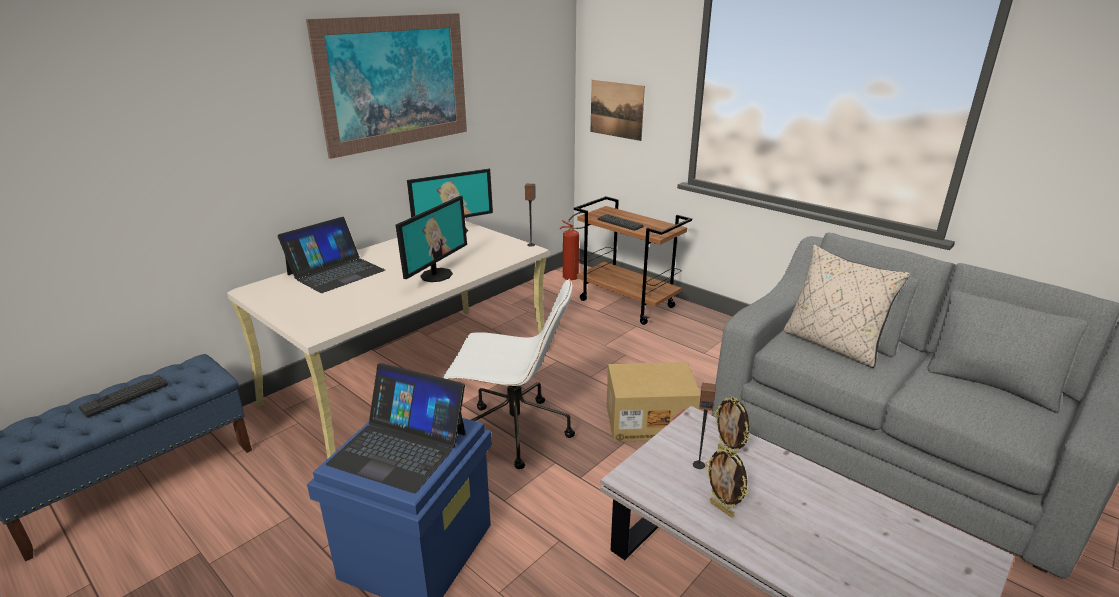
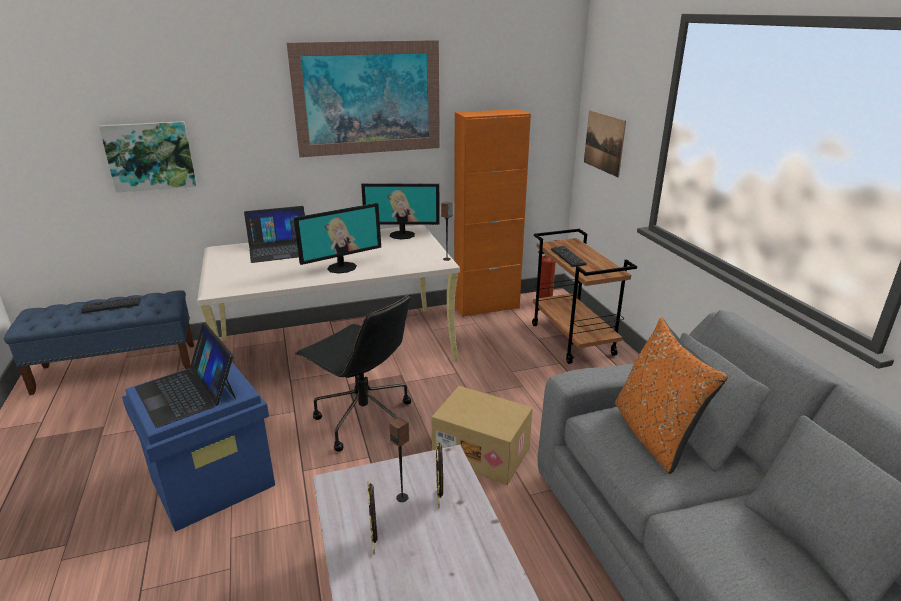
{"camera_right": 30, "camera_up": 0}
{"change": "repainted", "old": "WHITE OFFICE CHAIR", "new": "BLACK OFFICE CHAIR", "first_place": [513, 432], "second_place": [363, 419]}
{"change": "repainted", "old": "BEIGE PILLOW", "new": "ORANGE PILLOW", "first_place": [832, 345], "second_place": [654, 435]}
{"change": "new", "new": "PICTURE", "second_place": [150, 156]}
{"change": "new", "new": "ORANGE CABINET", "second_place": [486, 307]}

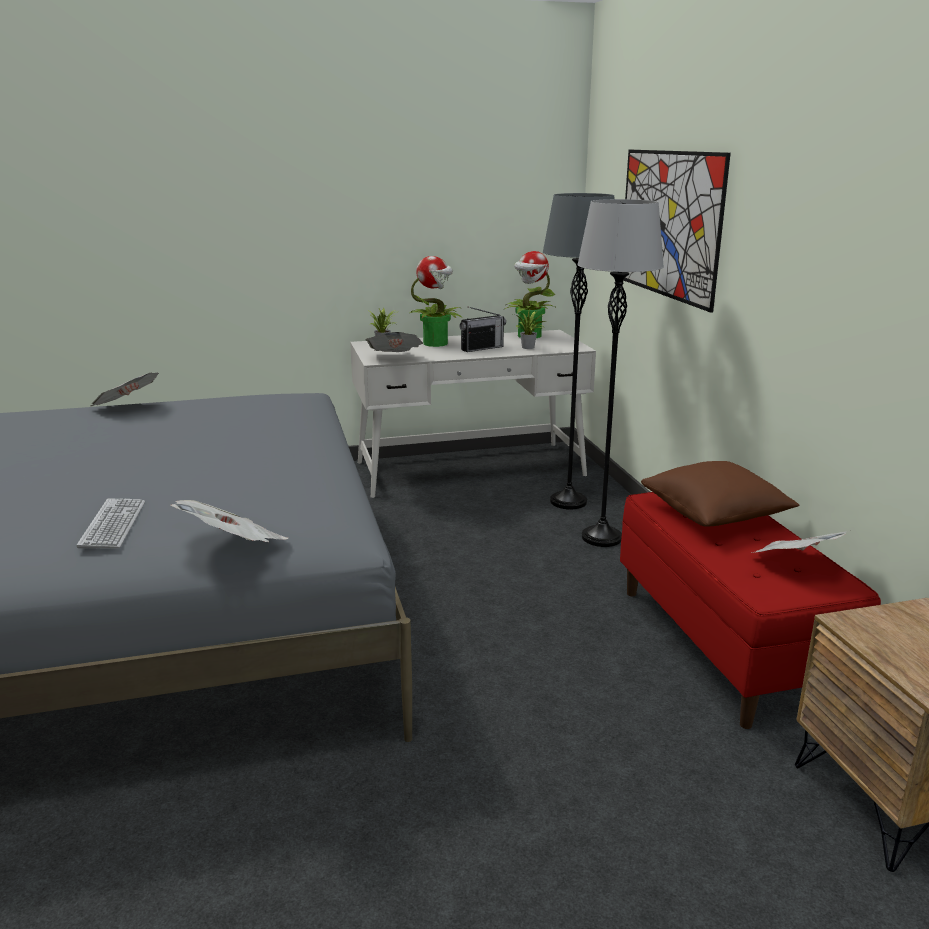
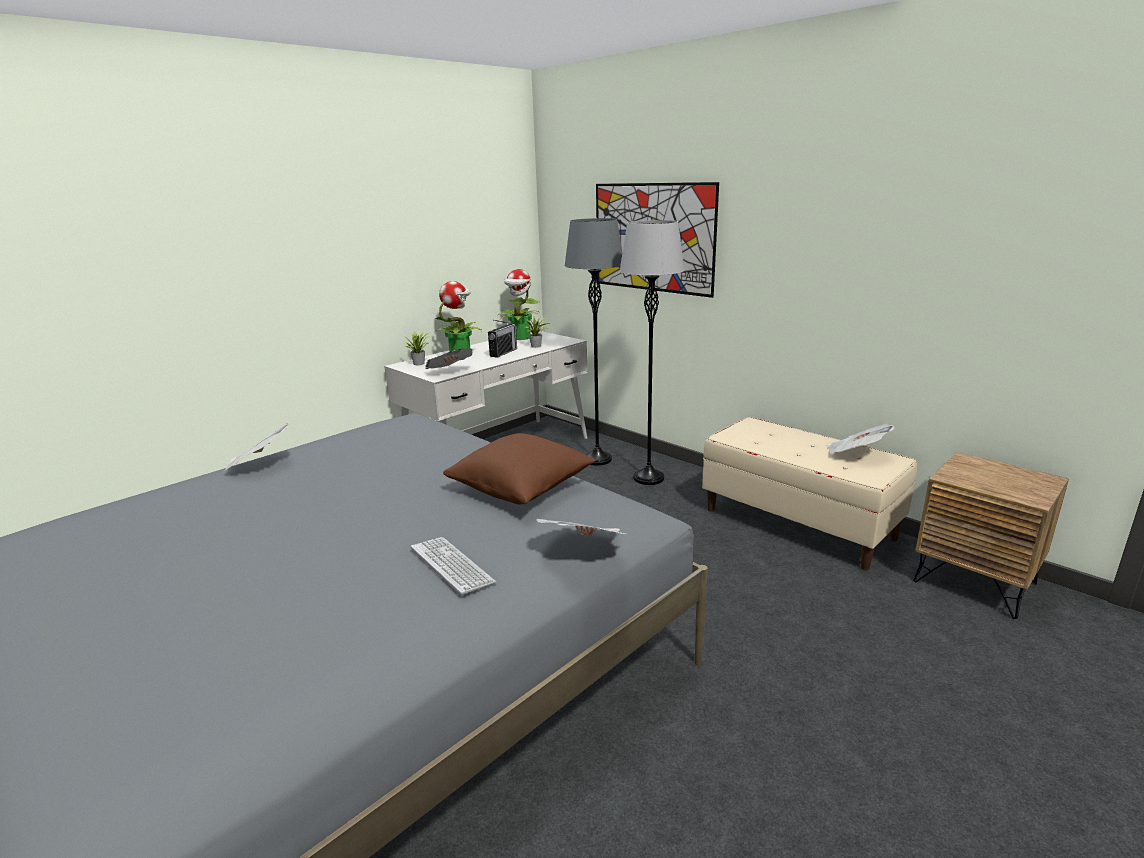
{"camera_right": -30, "camera_up": 0}
{"change": "repainted", "old": "RED BENCH", "new": "BEIGE BENCH", "first_place": [725, 644], "second_place": [798, 523]}
{"change": "shifted", "old": "BROWN PILLOW", "first_place": [715, 515], "second_place": [522, 488]}

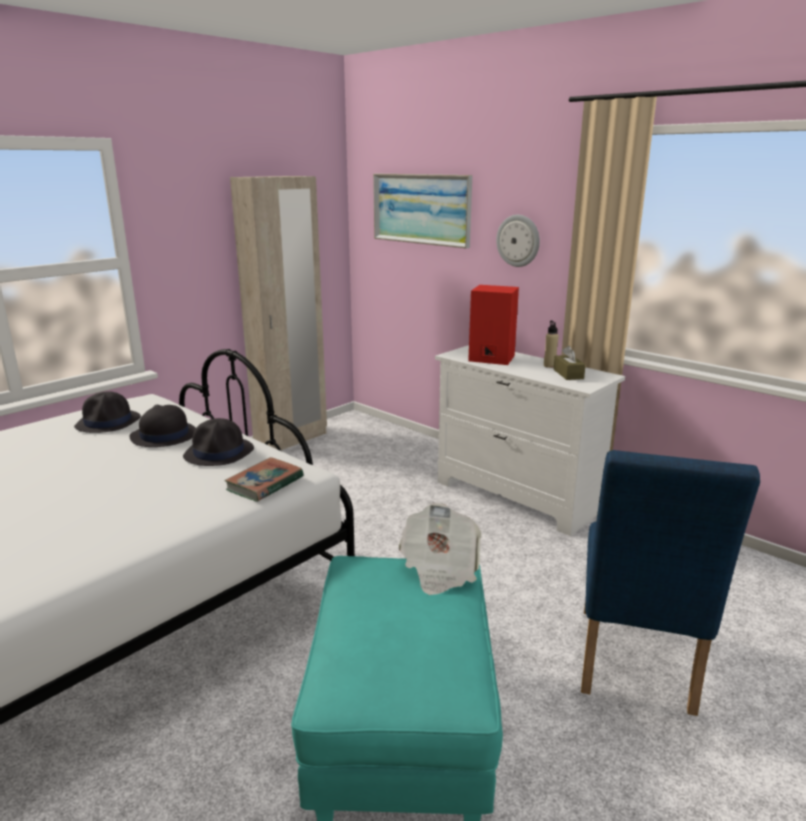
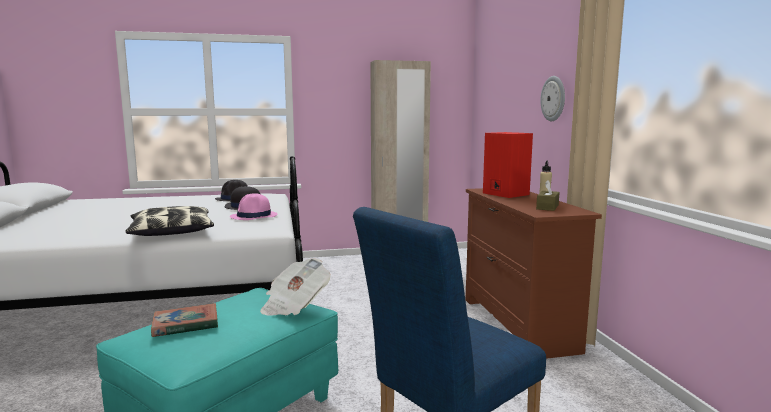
{"camera_right": 35, "camera_up": -10}
{"change": "repainted", "old": "BLACK HAT", "new": "PINK HAT", "first_place": [219, 453], "second_place": [254, 216]}
{"change": "shifted", "old": "BOOK", "first_place": [265, 484], "second_place": [186, 324]}
{"change": "gone", "old": "PICTURE", "first_place": [421, 209]}
{"change": "repainted", "old": "WHITE DRESSER", "new": "BROWN DRESSER", "first_place": [517, 496], "second_place": [517, 324]}
{"change": "new", "new": "PILLOW", "second_place": [171, 232]}

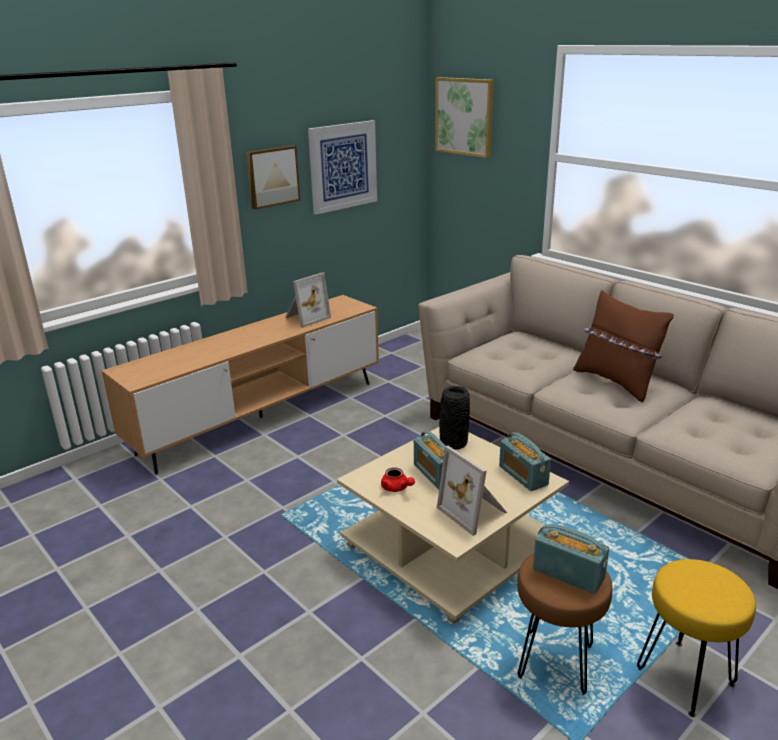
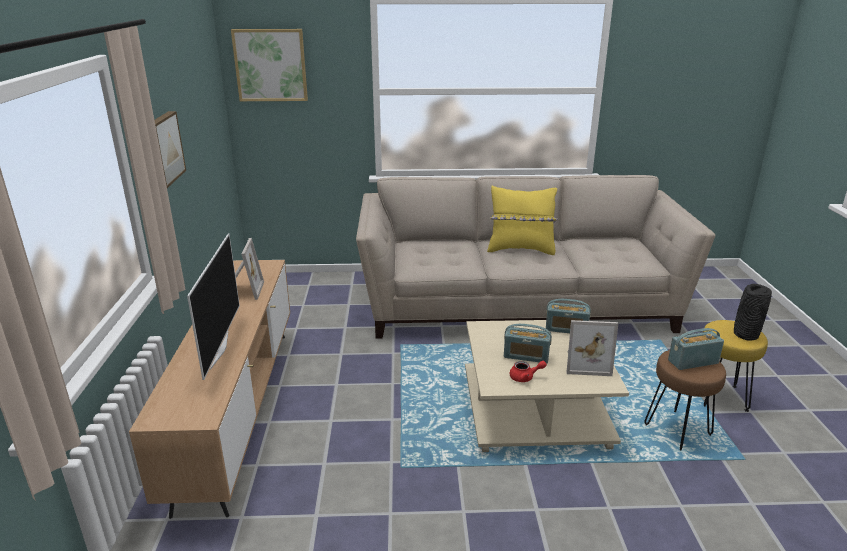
{"camera_right": -50, "camera_up": 0}
{"change": "gone", "old": "PICTURE", "first_place": [343, 166]}
{"change": "shifted", "old": "BLACK VASE", "first_place": [453, 443], "second_place": [745, 335]}
{"change": "repainted", "old": "BROWN PILLOW", "new": "YELLOW PILLOW", "first_place": [616, 382], "second_place": [520, 249]}
{"change": "new", "new": "TELEVISION", "second_place": [218, 349]}

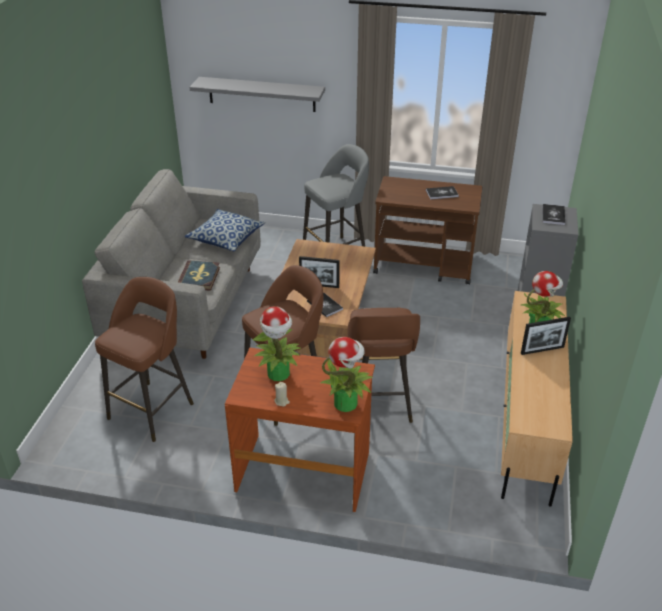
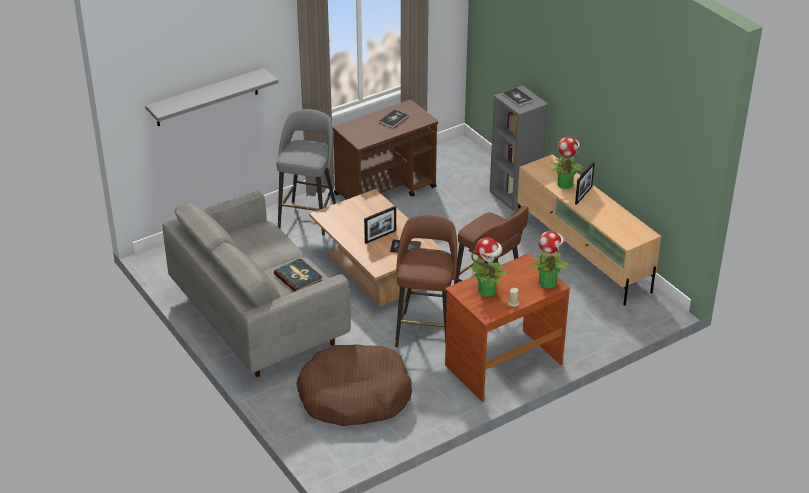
{"camera_right": -45, "camera_up": 0}
{"change": "swapped", "old": "BROWN STOOL", "new": "BROWN DOG BED", "first_place": [153, 409], "second_place": [354, 396]}
{"change": "gone", "old": "PILLOW", "first_place": [226, 238]}

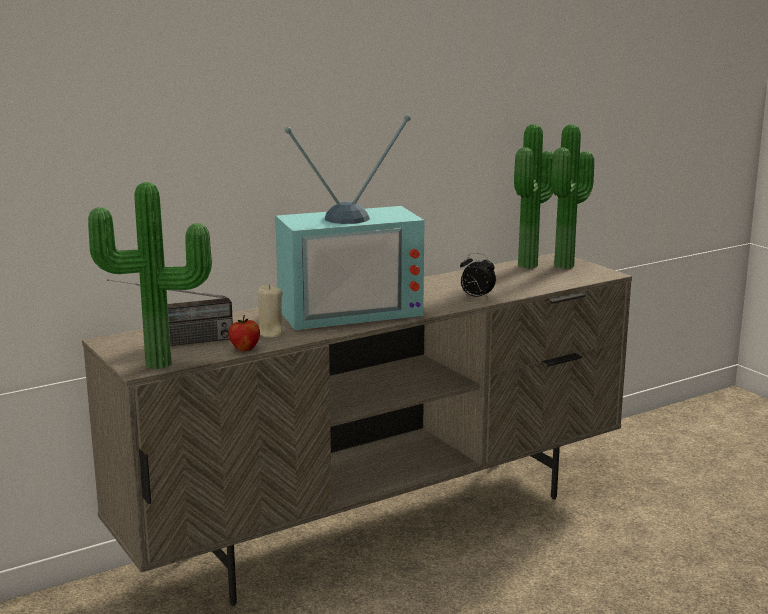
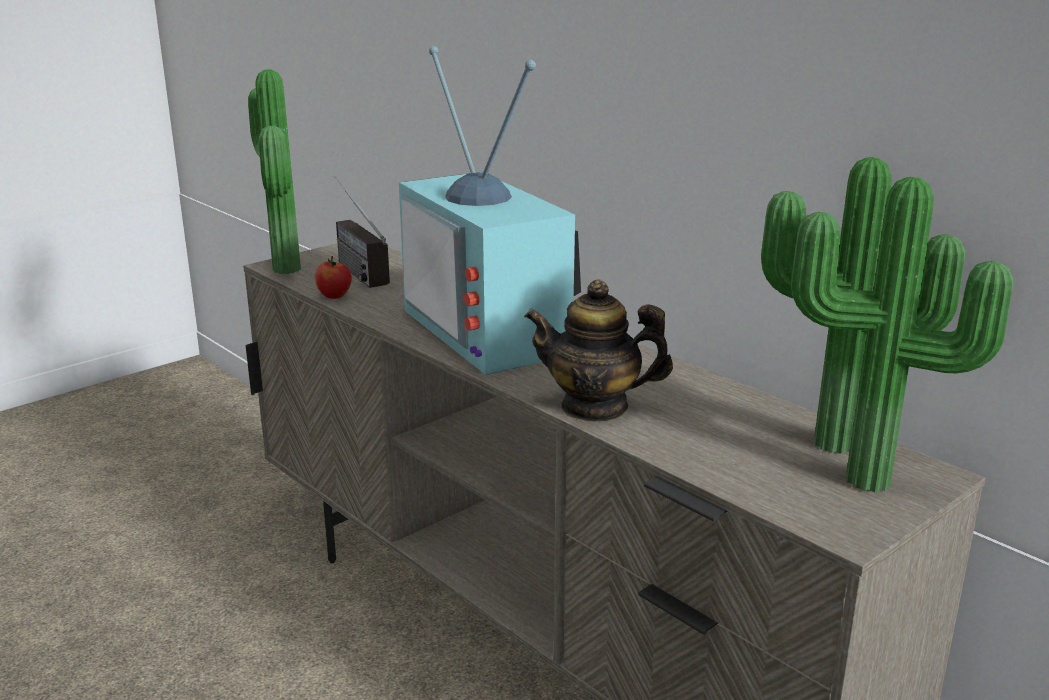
{"camera_right": 80, "camera_up": 5}
{"change": "gone", "old": "BEIGE CANDLE", "first_place": [270, 333]}
{"change": "swapped", "old": "ALARM CLOCK", "new": "TEAPOT", "first_place": [476, 297], "second_place": [595, 407]}

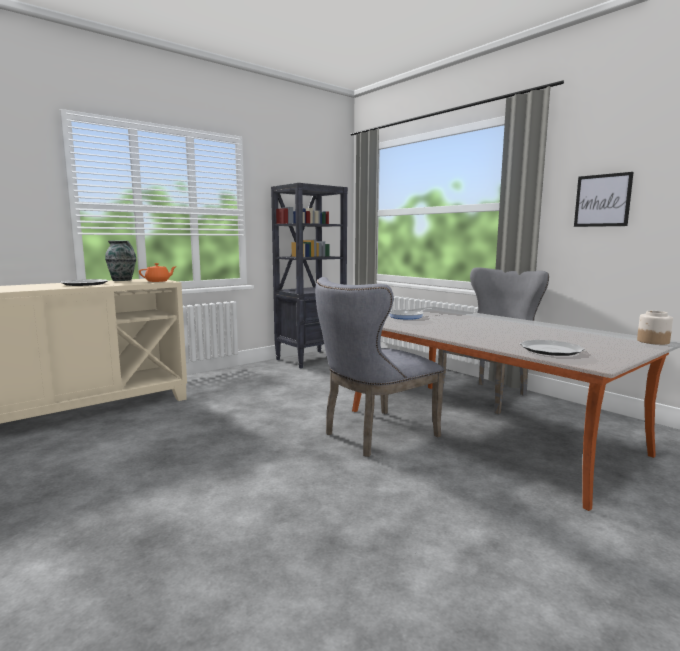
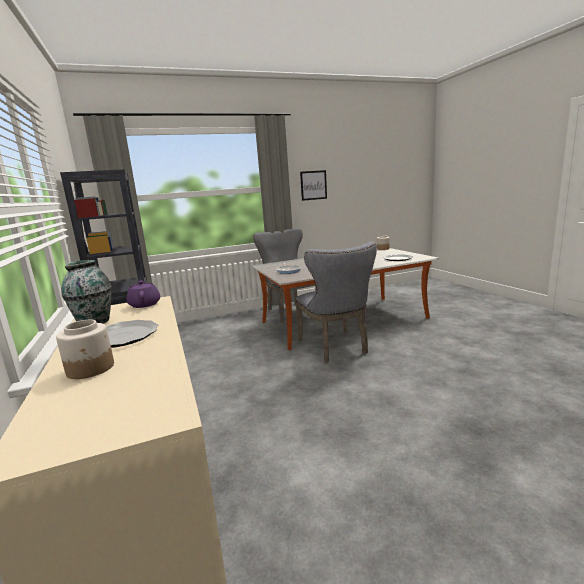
{"camera_right": -70, "camera_up": 5}
{"change": "repainted", "old": "ORANGE TEAPOT", "new": "PURPLE TEAPOT", "first_place": [158, 281], "second_place": [145, 304]}
{"change": "new", "new": "JAR", "second_place": [91, 369]}

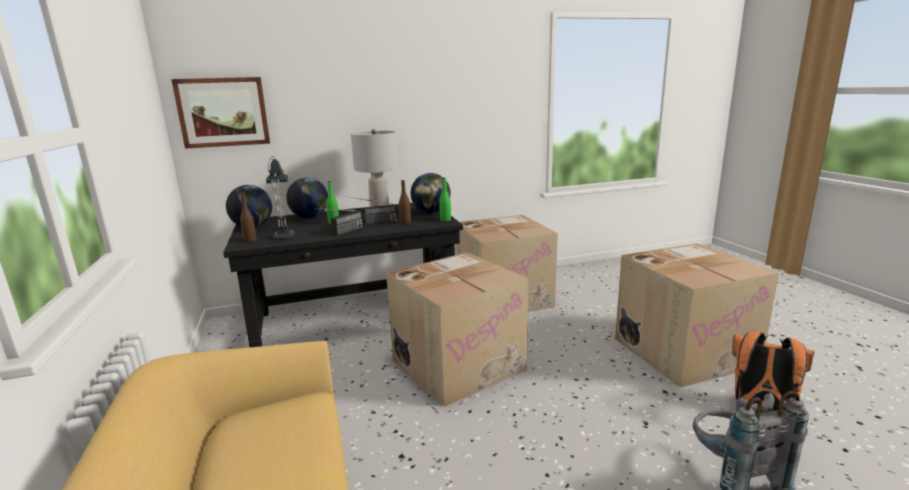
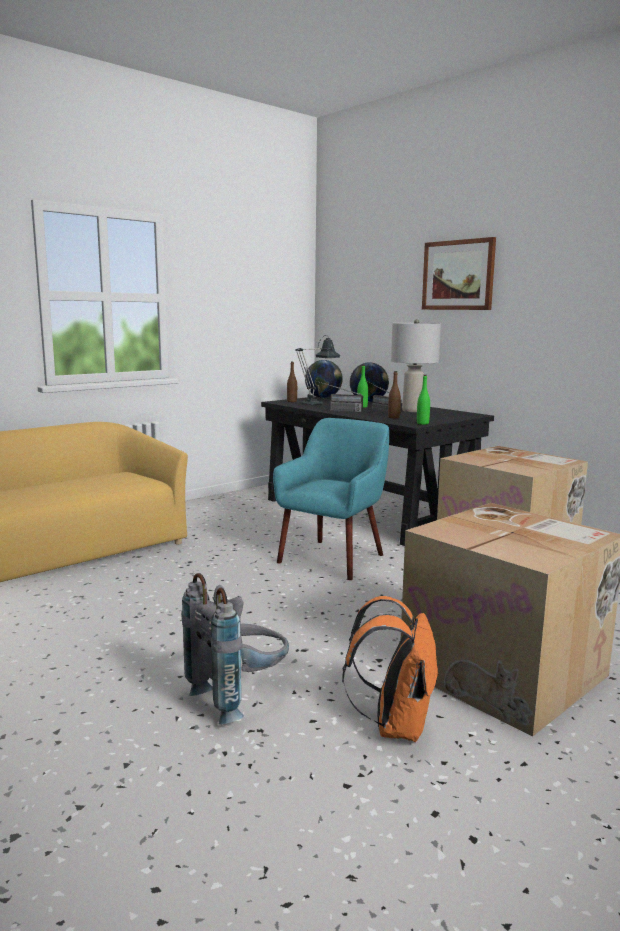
{"camera_right": 65, "camera_up": -5}
{"change": "shifted", "old": "PICTURE", "first_place": [223, 112], "second_place": [458, 275]}
{"change": "swapped", "old": "CARDBOARD BOX", "new": "TURQUOISE ARMCHAIR", "first_place": [458, 363], "second_place": [333, 558]}
{"change": "gone", "old": "GLOBE", "first_place": [431, 213]}

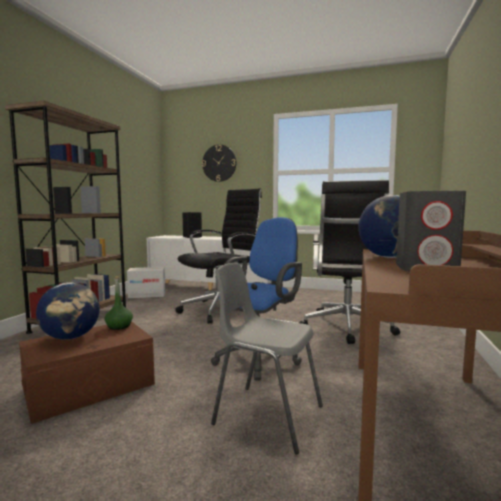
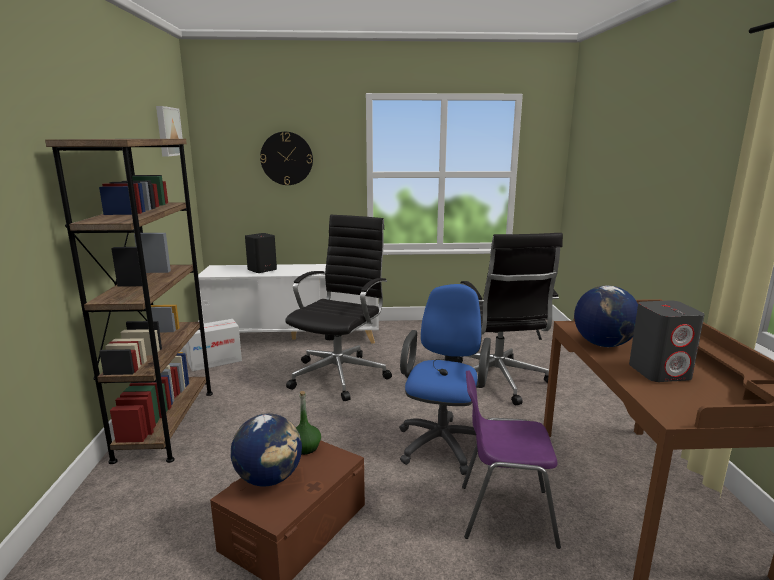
{"camera_right": -20, "camera_up": 10}
{"change": "repainted", "old": "GREY CHAIR", "new": "PURPLE CHAIR", "first_place": [266, 414], "second_place": [504, 514]}
{"change": "new", "new": "PICTURE", "second_place": [168, 131]}

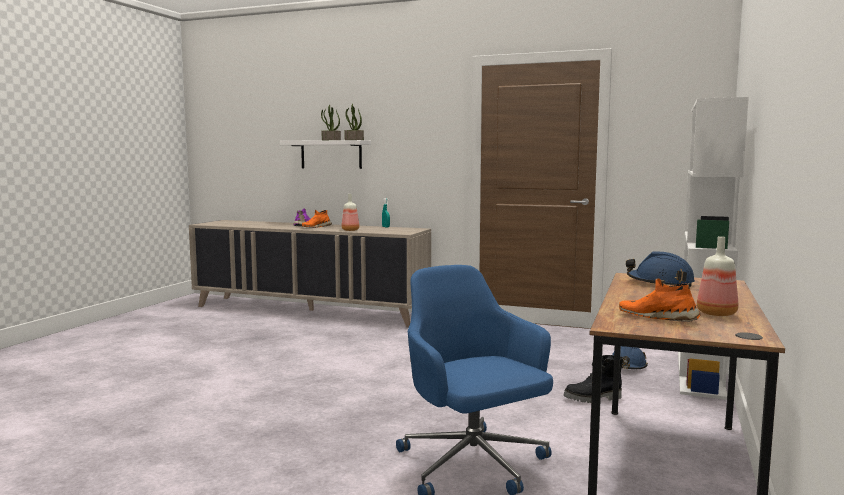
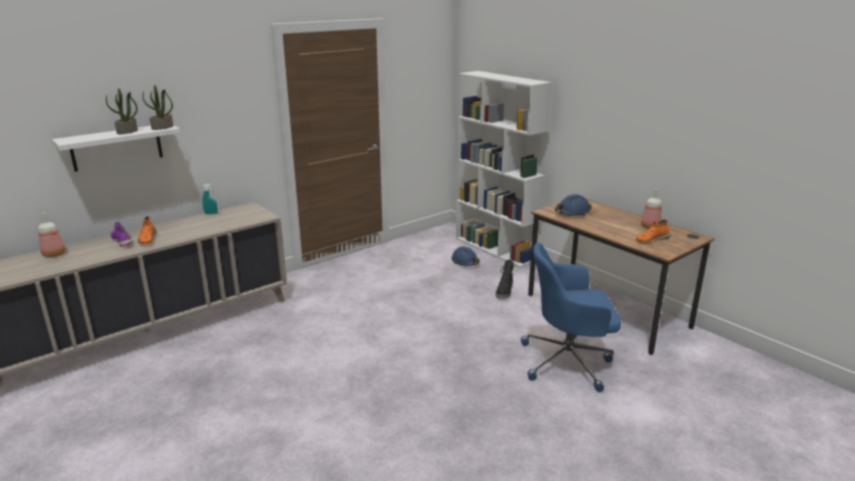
{"camera_right": -60, "camera_up": 15}
{"change": "shifted", "old": "BOTTLE", "first_place": [351, 230], "second_place": [55, 254]}

